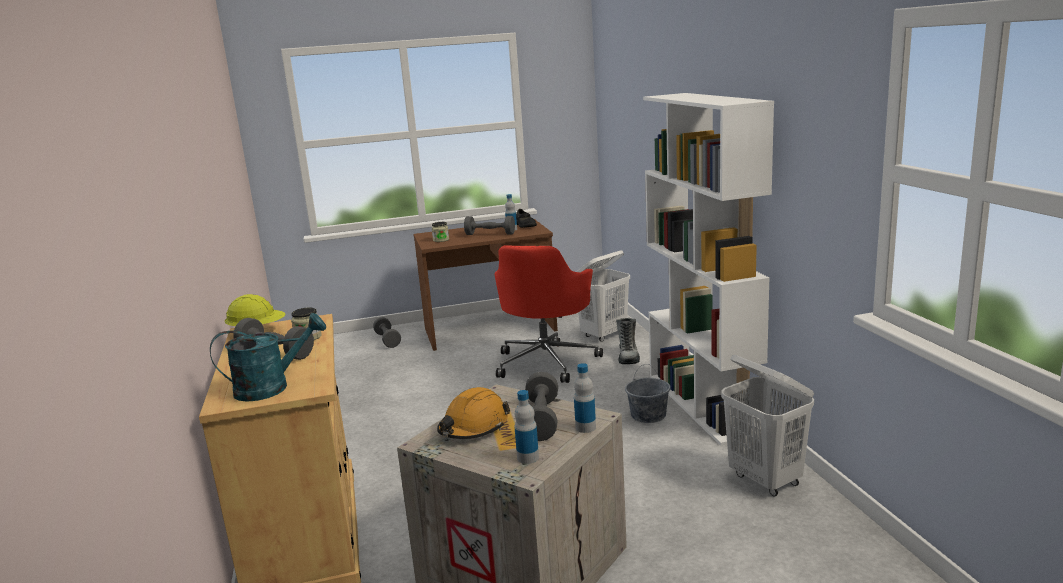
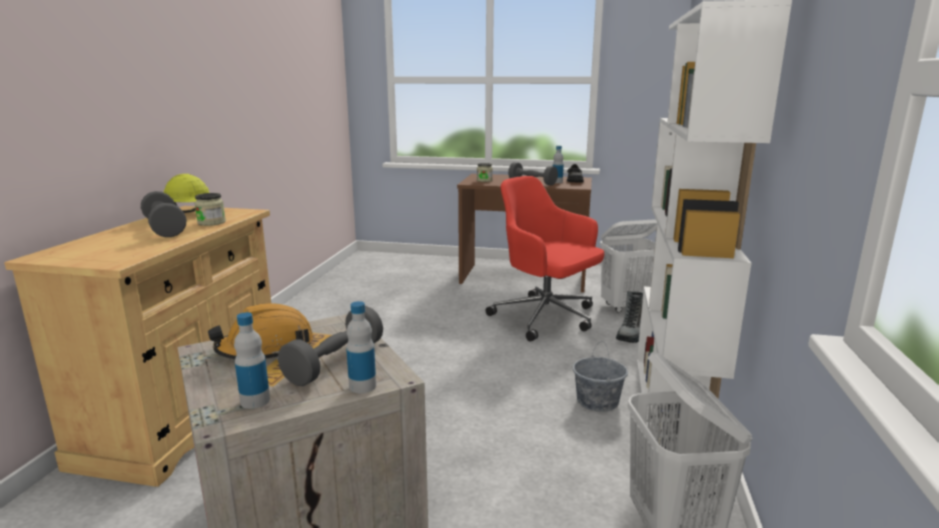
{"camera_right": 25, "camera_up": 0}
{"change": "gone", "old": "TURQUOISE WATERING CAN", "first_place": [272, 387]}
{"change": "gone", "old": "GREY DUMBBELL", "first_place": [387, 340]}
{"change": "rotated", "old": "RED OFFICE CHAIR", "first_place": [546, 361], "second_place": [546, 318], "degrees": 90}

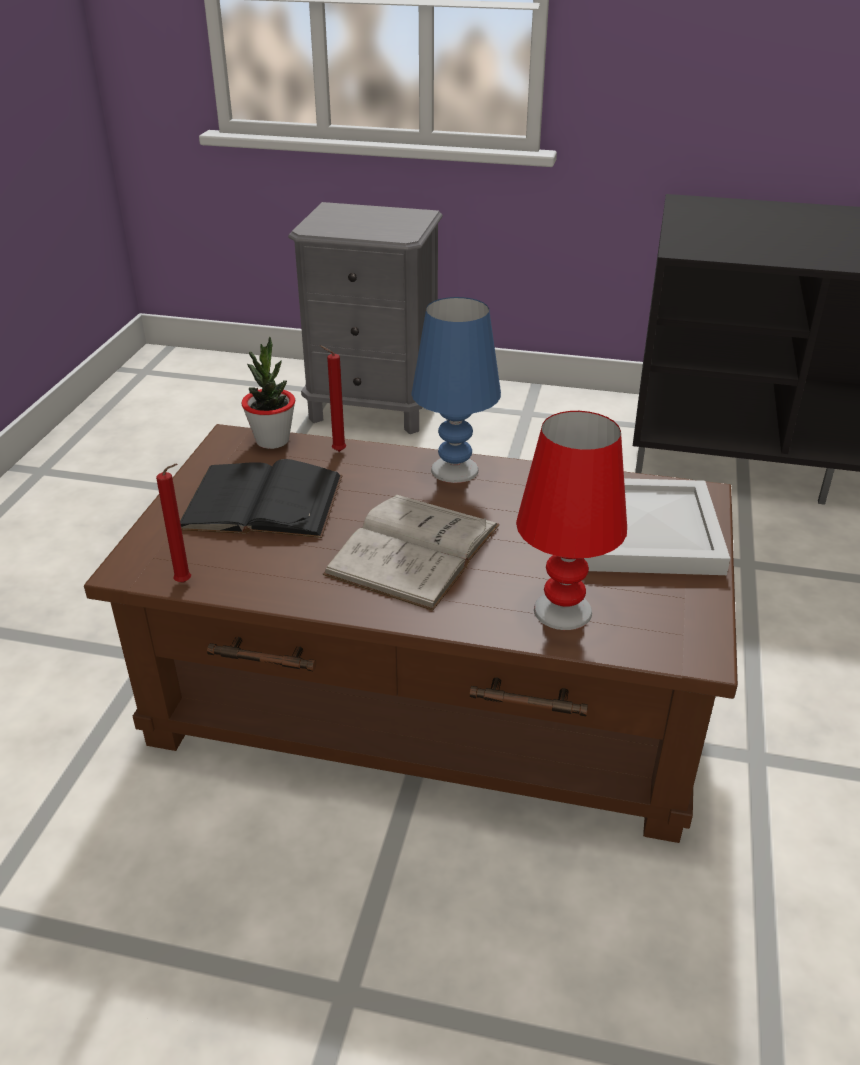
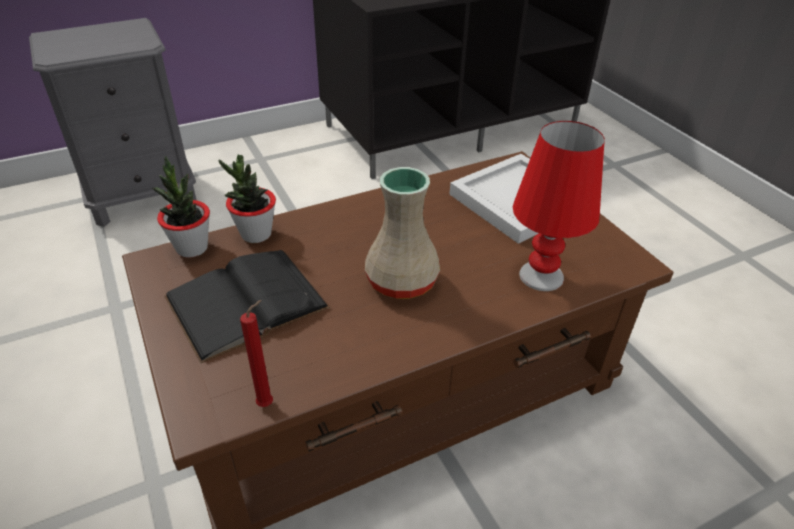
{"camera_right": -40, "camera_up": 5}
{"change": "swapped", "old": "RED CANDLE", "new": "POTTED PLANT", "first_place": [336, 451], "second_place": [256, 234]}
{"change": "swapped", "old": "WHITE BOOK", "new": "BEIGE VASE", "first_place": [414, 549], "second_place": [403, 282]}
{"change": "gone", "old": "BLUE TABLE LAMP", "first_place": [454, 469]}

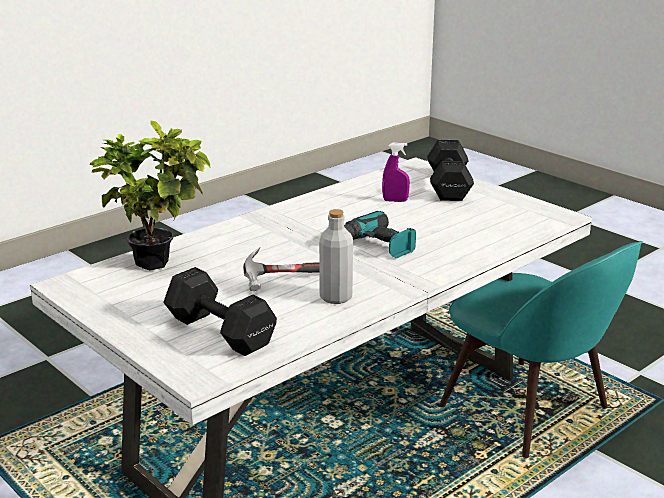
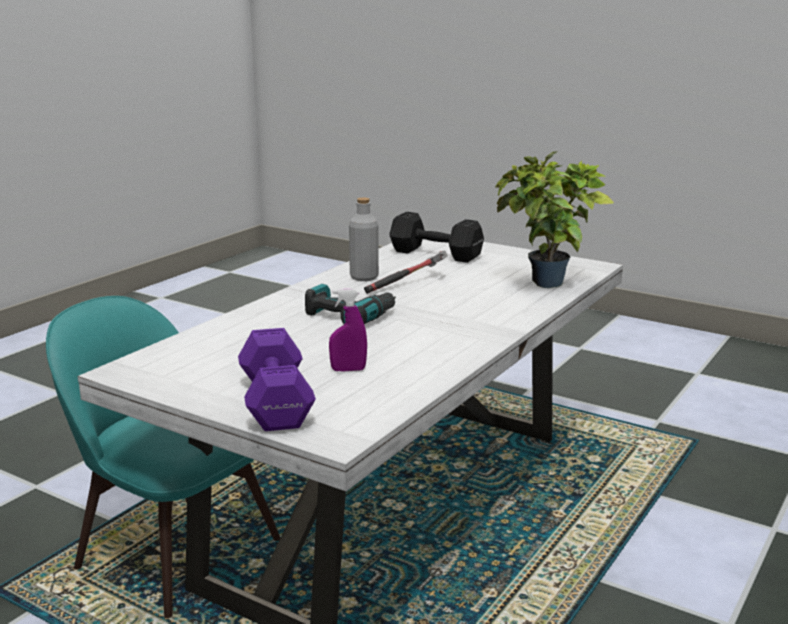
{"camera_right": 165, "camera_up": -5}
{"change": "repainted", "old": "BLACK DUMBBELL", "new": "PURPLE DUMBBELL", "first_place": [449, 185], "second_place": [275, 404]}

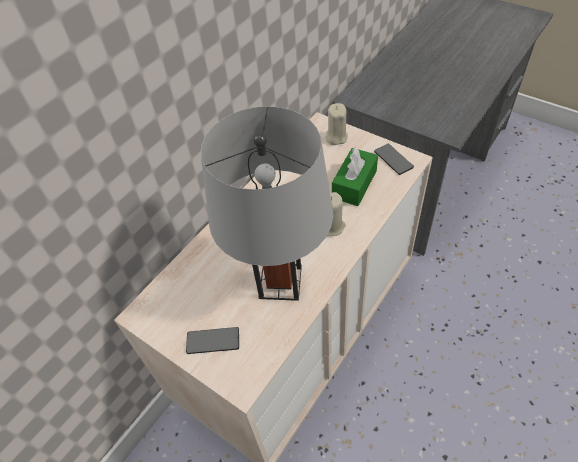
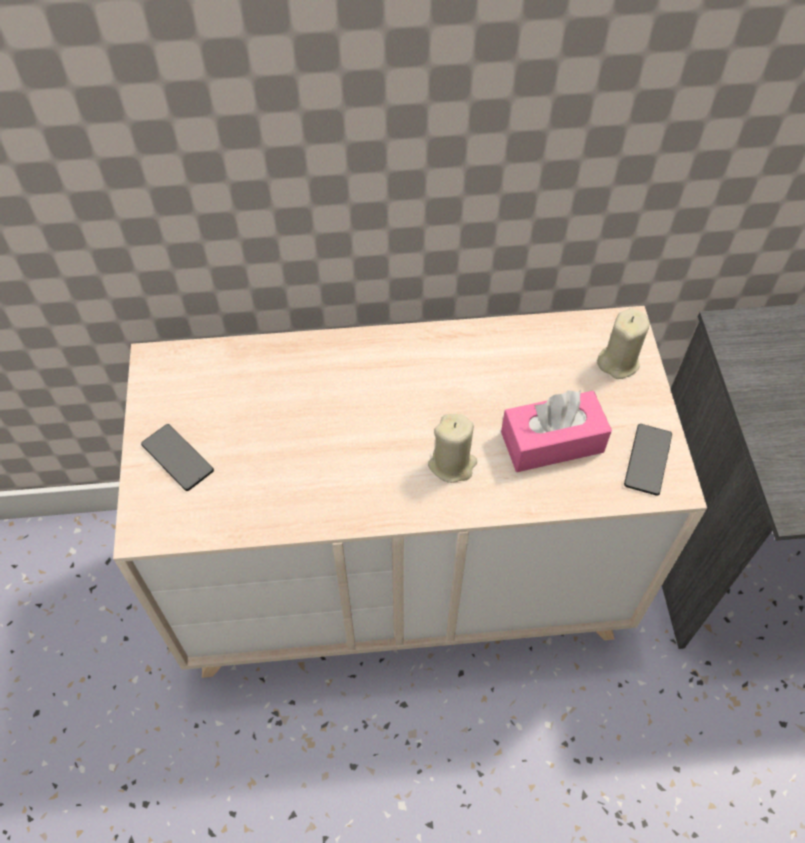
{"camera_right": 45, "camera_up": 5}
{"change": "gone", "old": "GREY TABLE LAMP", "first_place": [280, 282]}
{"change": "repainted", "old": "GREEN TISSUE BOX", "new": "PINK TISSUE BOX", "first_place": [354, 184], "second_place": [552, 442]}

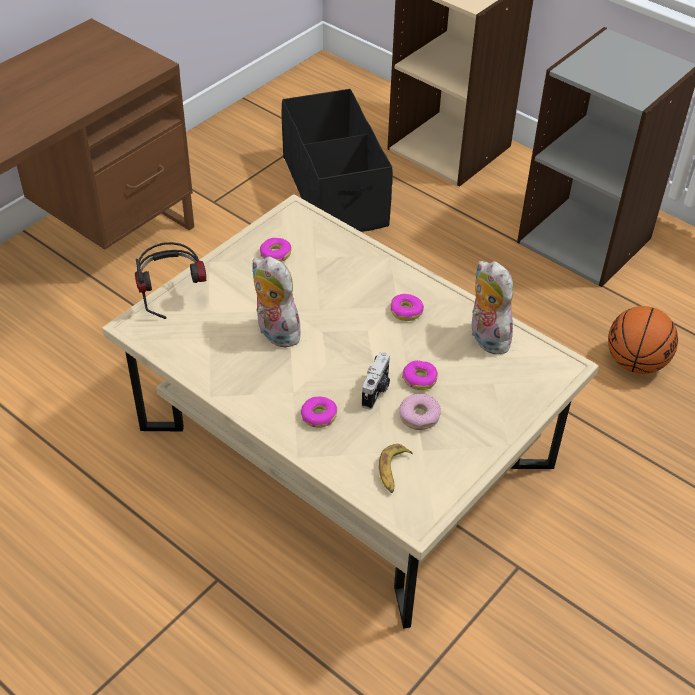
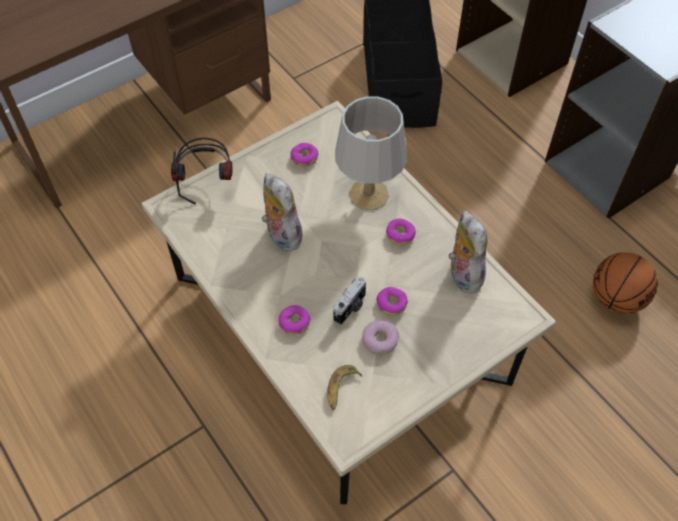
{"camera_right": 15, "camera_up": 10}
{"change": "new", "new": "GREY TABLE LAMP", "second_place": [368, 195]}

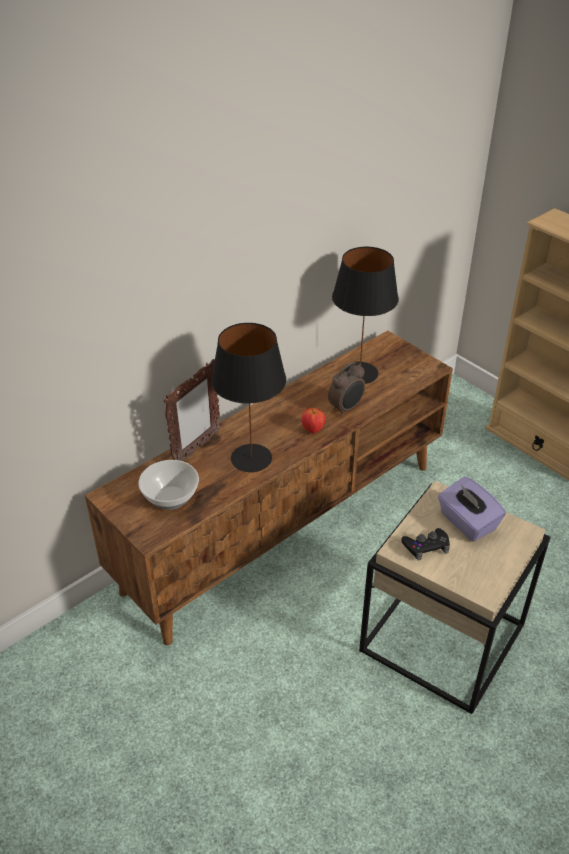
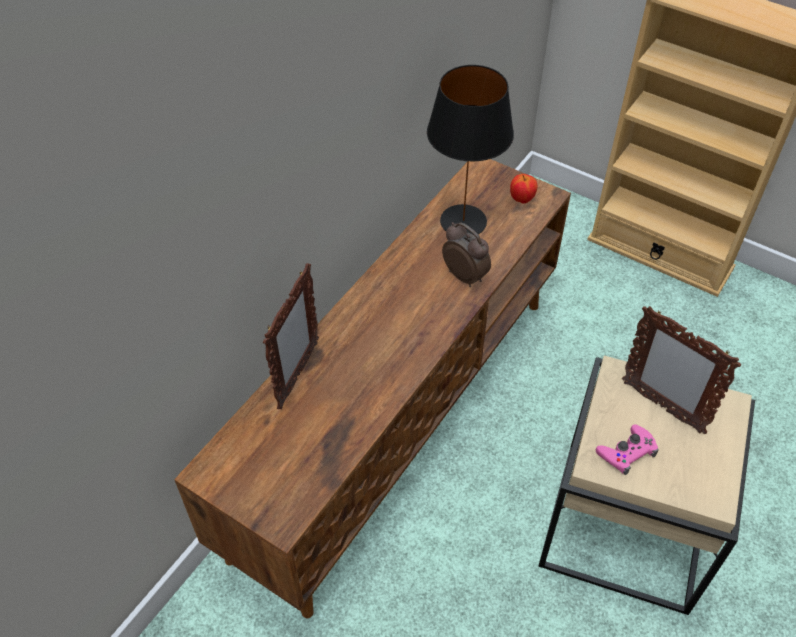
{"camera_right": -15, "camera_up": 10}
{"change": "gone", "old": "BOWL", "first_place": [170, 497]}
{"change": "gone", "old": "BLACK TABLE LAMP", "first_place": [250, 458]}
{"change": "shifted", "old": "APPLE", "first_place": [312, 430], "second_place": [521, 199]}
{"change": "rotated", "old": "ALARM CLOCK", "first_place": [346, 408], "second_place": [465, 276], "degrees": -75}
{"change": "repainted", "old": "BLACK GAME CONTROLLER", "new": "PINK GAME CONTROLLER", "first_place": [426, 547], "second_place": [627, 452]}
{"change": "swapped", "old": "PURPLE TISSUE BOX", "new": "PICTURE FRAME", "first_place": [467, 522], "second_place": [661, 406]}

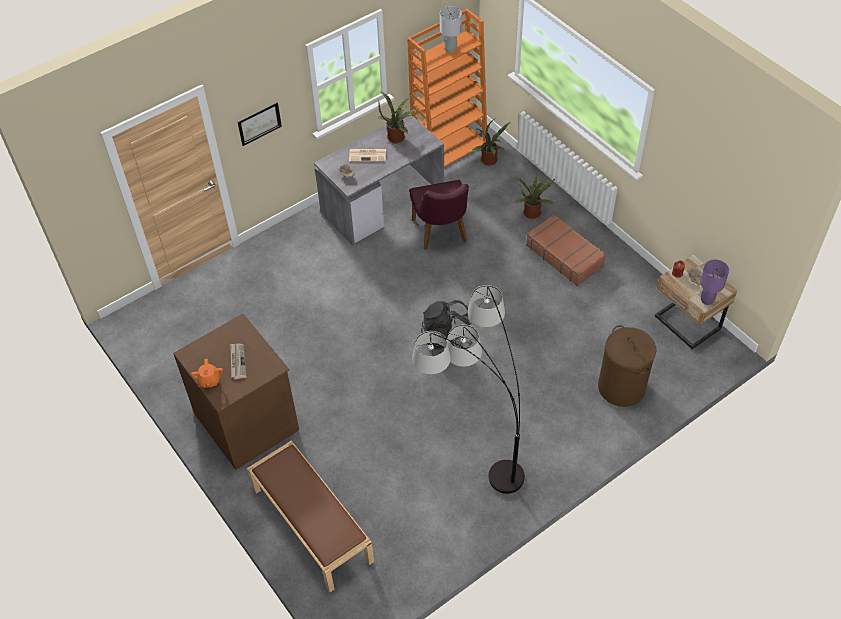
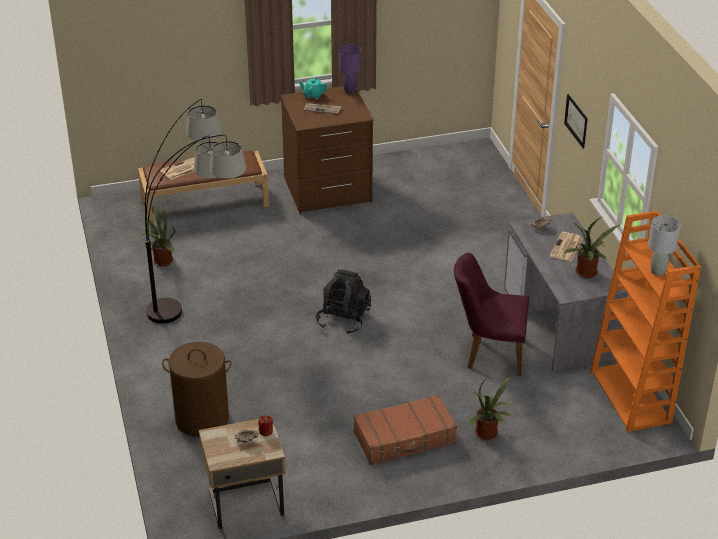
{"camera_right": 110, "camera_up": -15}
{"change": "repainted", "old": "ORANGE TEAPOT", "new": "TURQUOISE TEAPOT", "first_place": [209, 380], "second_place": [313, 95]}
{"change": "shifted", "old": "POTTED PLANT", "first_place": [490, 161], "second_place": [161, 261]}
{"change": "shifted", "old": "PURPLE TABLE LAMP", "first_place": [706, 300], "second_place": [350, 90]}
{"change": "new", "new": "NEWSPAPER", "second_place": [181, 169]}

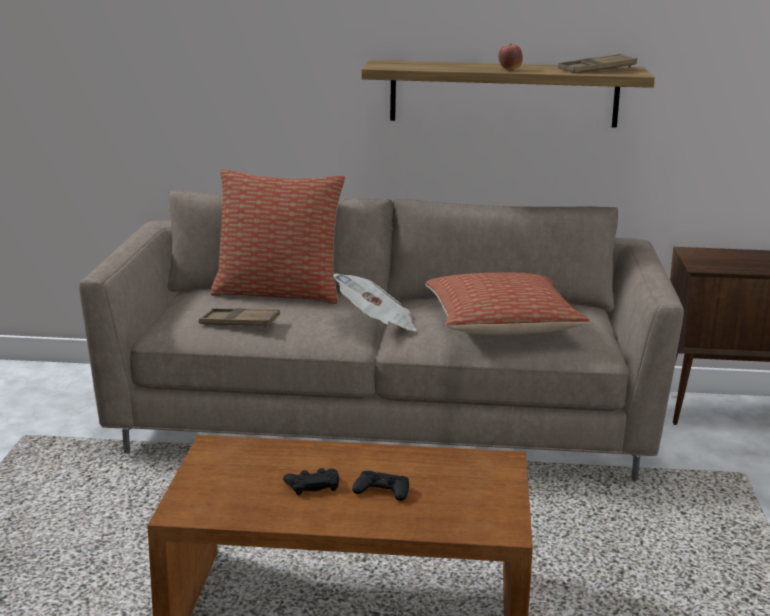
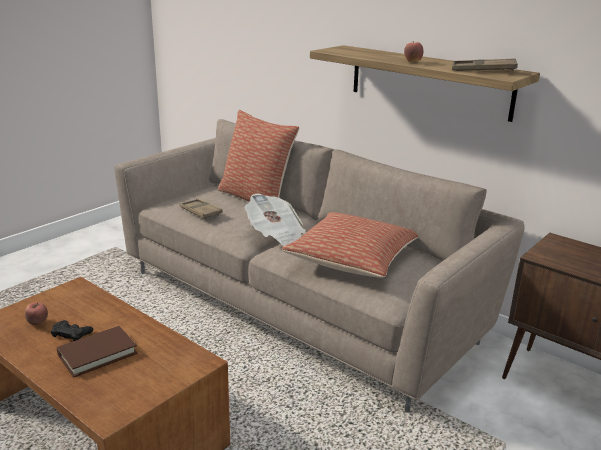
{"camera_right": 35, "camera_up": 5}
{"change": "swapped", "old": "BLACK GAME CONTROLLER", "new": "BROWN BOOK", "first_place": [382, 491], "second_place": [97, 354]}
{"change": "new", "new": "APPLE", "second_place": [38, 323]}

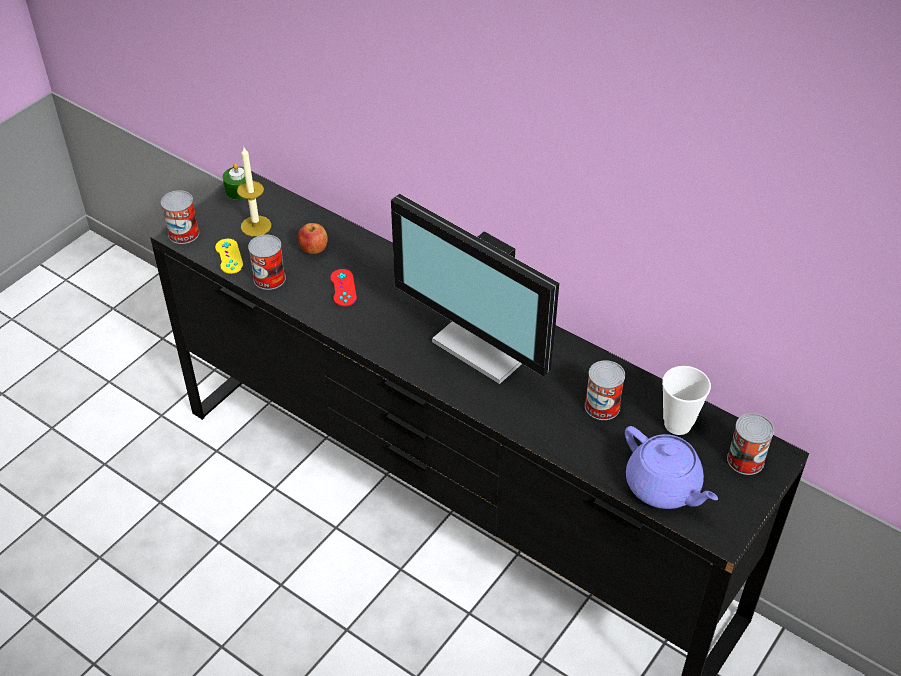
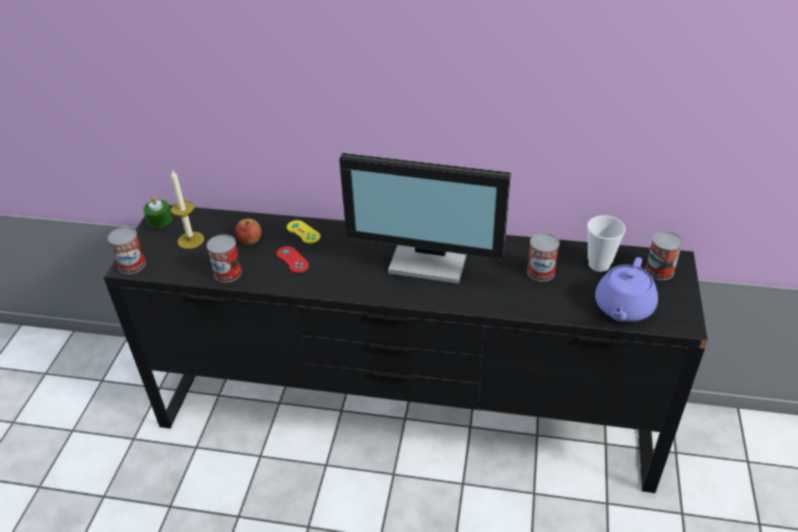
{"camera_right": -25, "camera_up": -5}
{"change": "shifted", "old": "YELLOW GAME CONTROLLER", "first_place": [229, 256], "second_place": [303, 232]}
{"change": "rotated", "old": "PURPLE TEAPOT", "first_place": [664, 487], "second_place": [623, 308], "degrees": 90}

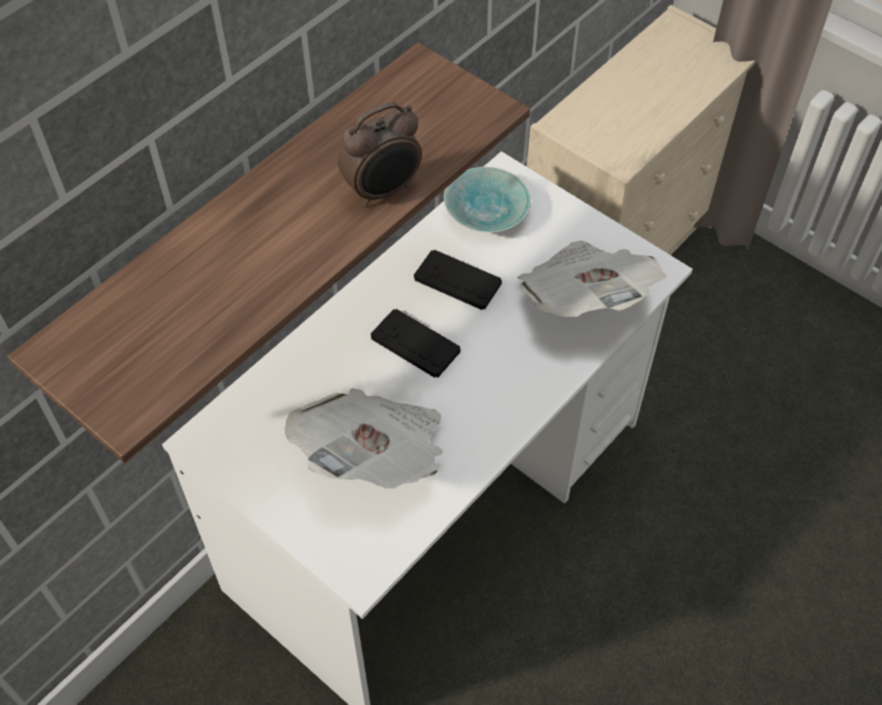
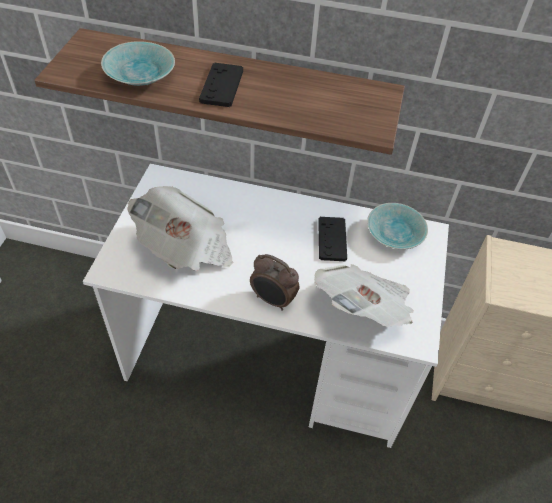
{"camera_right": 60, "camera_up": -5}
{"change": "shifted", "old": "ALARM CLOCK", "first_place": [383, 191], "second_place": [273, 300]}
{"change": "shifted", "old": "BLACK GAME CONTROLLER", "first_place": [415, 344], "second_place": [221, 86]}
{"change": "new", "new": "TURQUOISE BOWL", "second_place": [142, 74]}

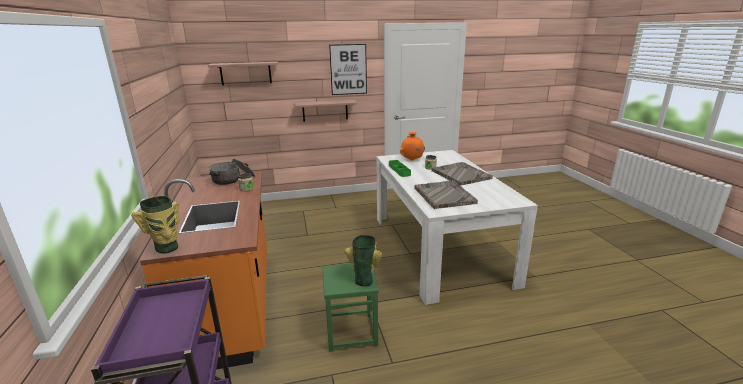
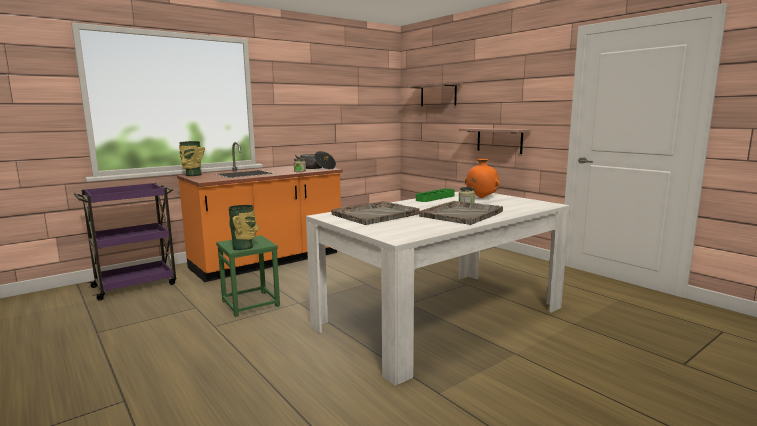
{"camera_right": 65, "camera_up": -10}
{"change": "gone", "old": "PICTURE", "first_place": [348, 69]}

